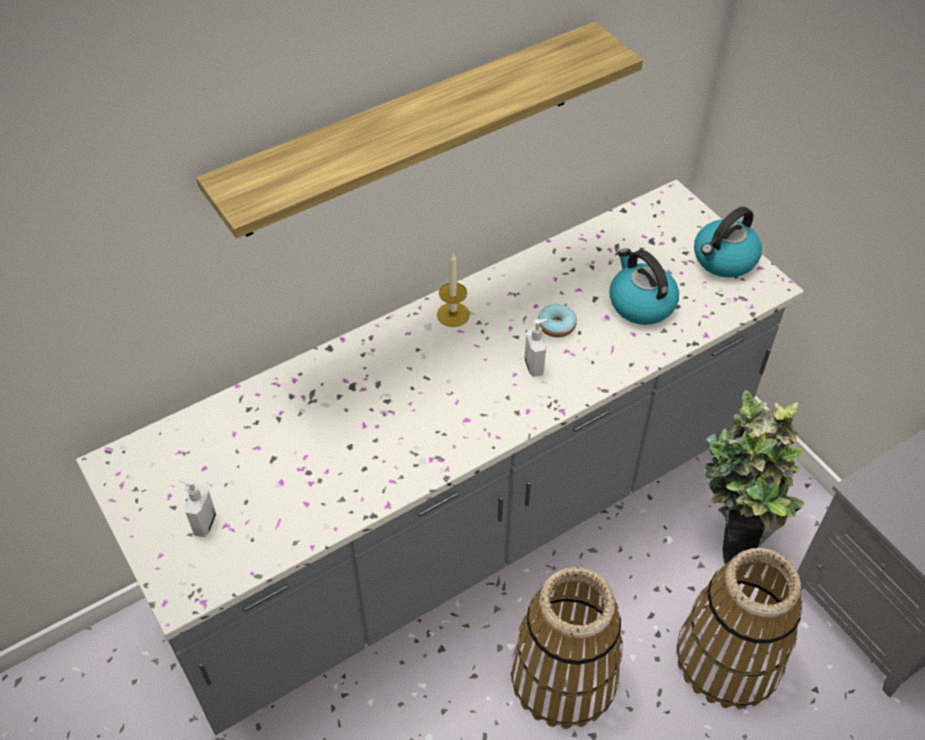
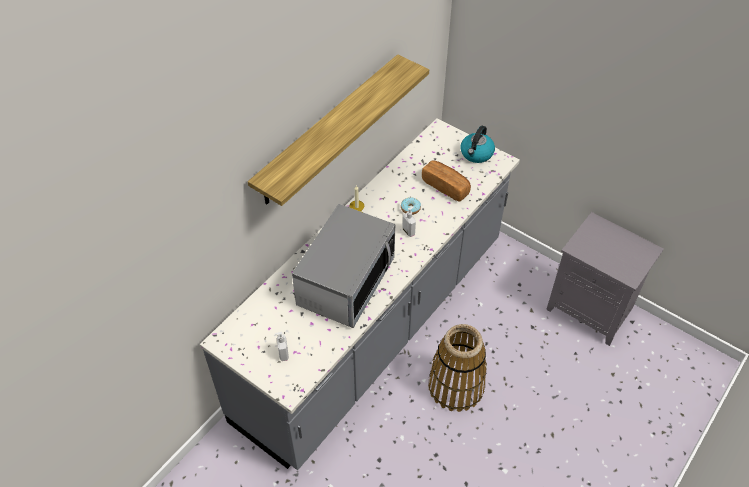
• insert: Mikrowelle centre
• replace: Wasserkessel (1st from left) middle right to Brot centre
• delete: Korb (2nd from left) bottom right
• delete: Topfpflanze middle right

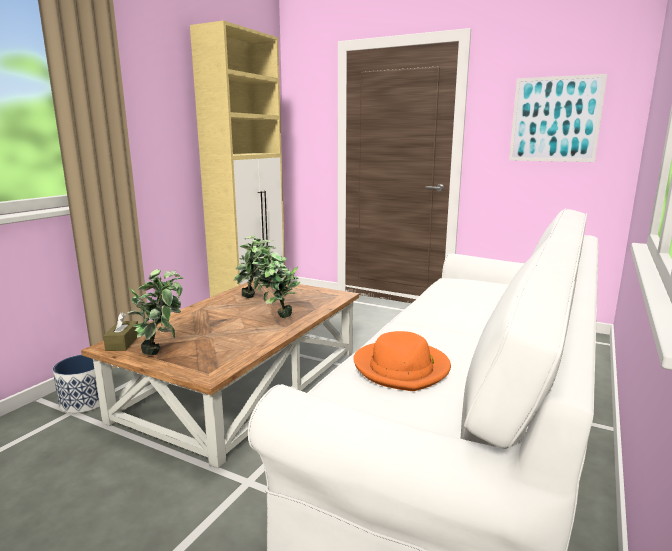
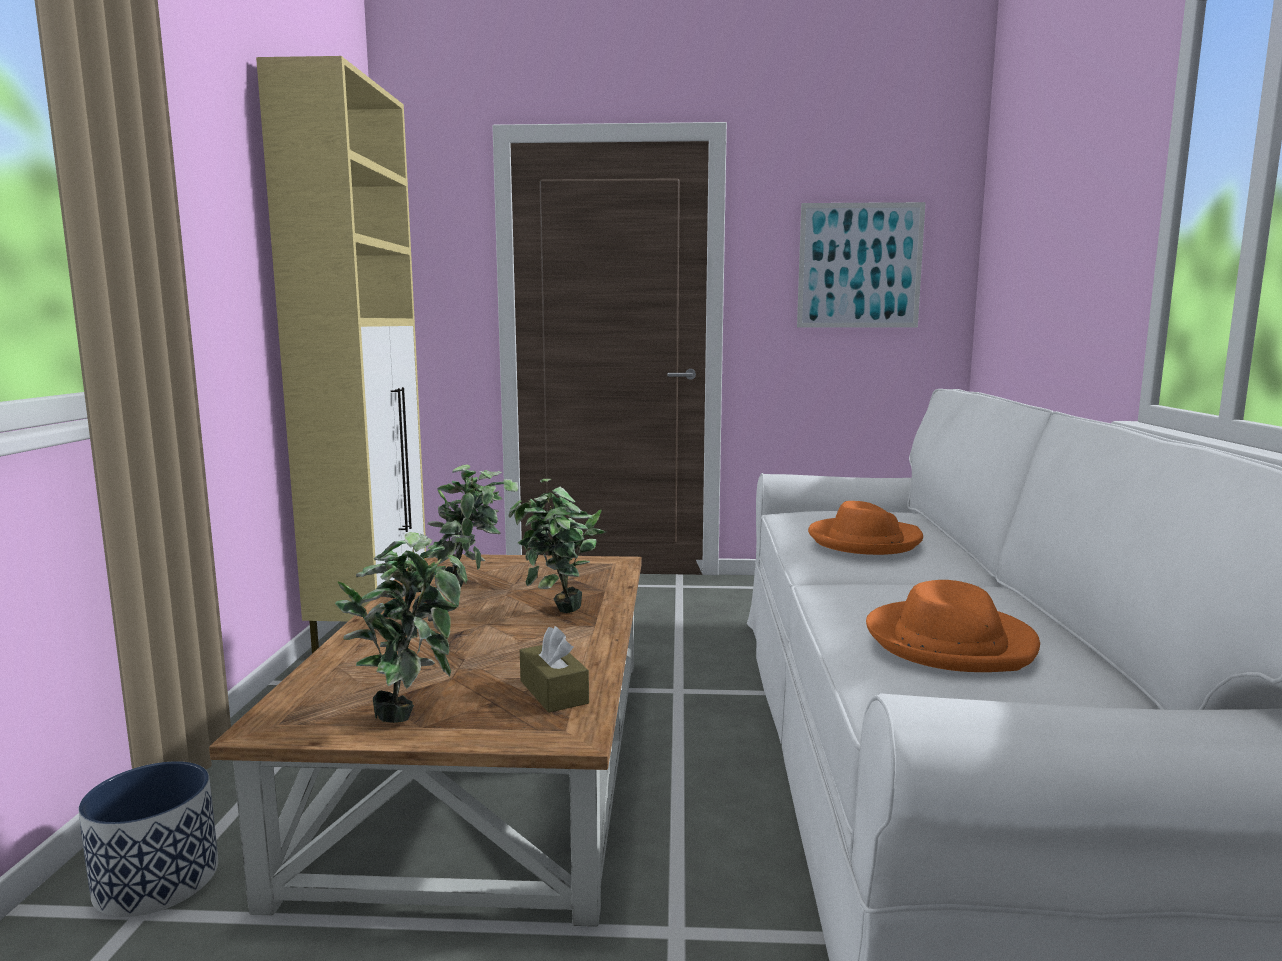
• move: Taschentuchbox/braun middle left to bottom centre
• insert: Hut/orange (1st from left) middle right

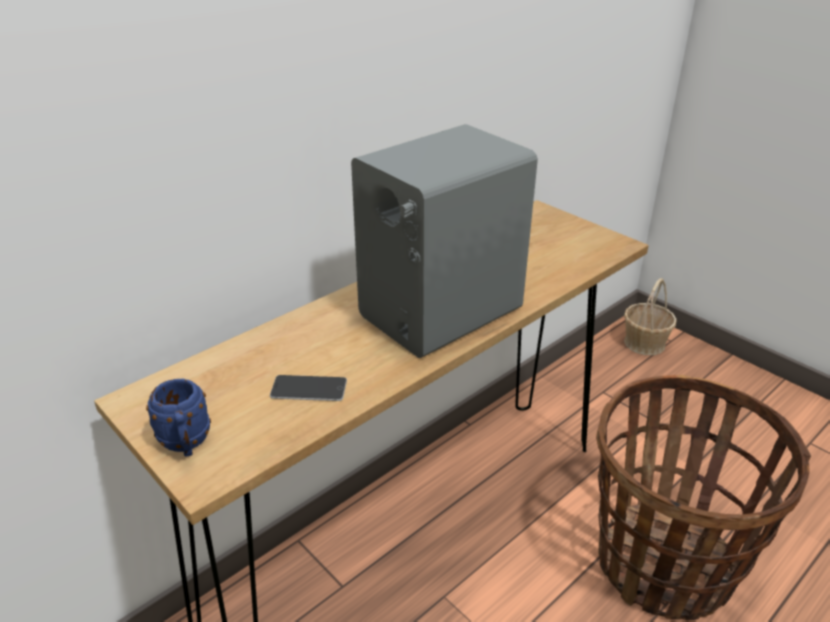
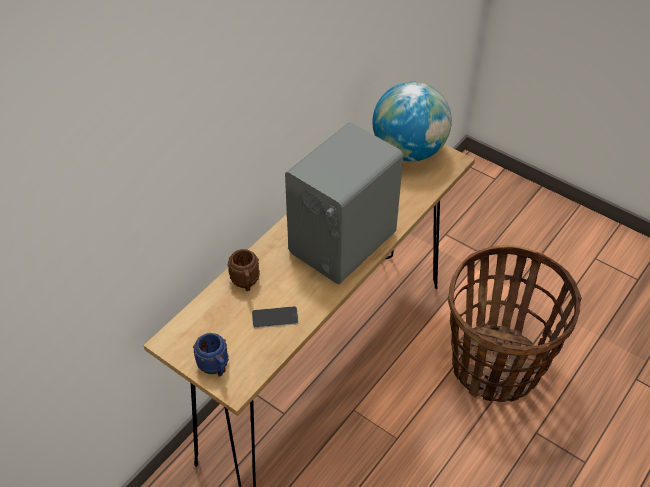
• insert: Henkelbecher/braun centre
• insert: Globus top centre
• delete: Korb (1st from left) middle right

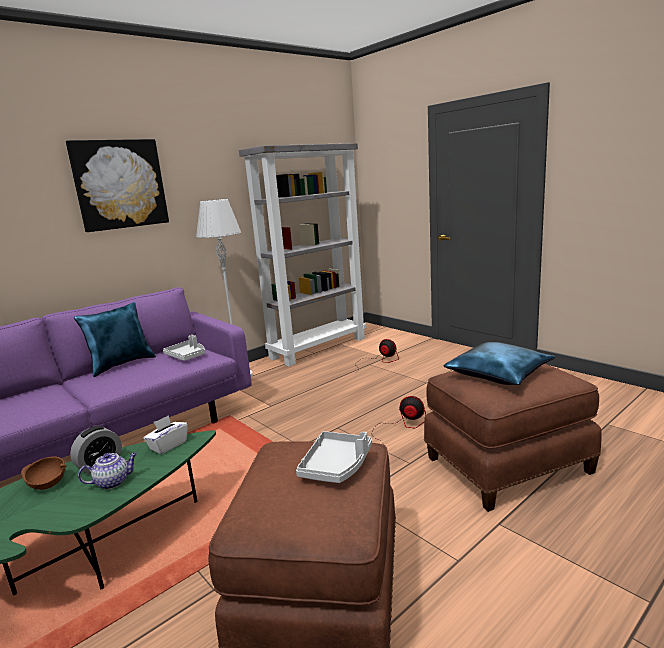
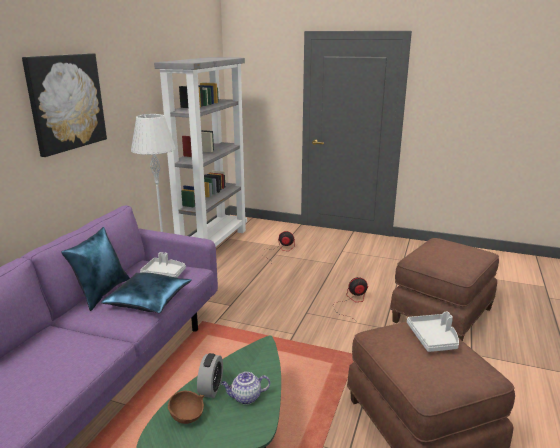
• move: Kissen/blau (2nd from left) middle right to middle left
• rotate: Teekanne bottom left = bottom centre 135 degrees counterclockwise
• delete: Taschentuchbox/weiß bottom left

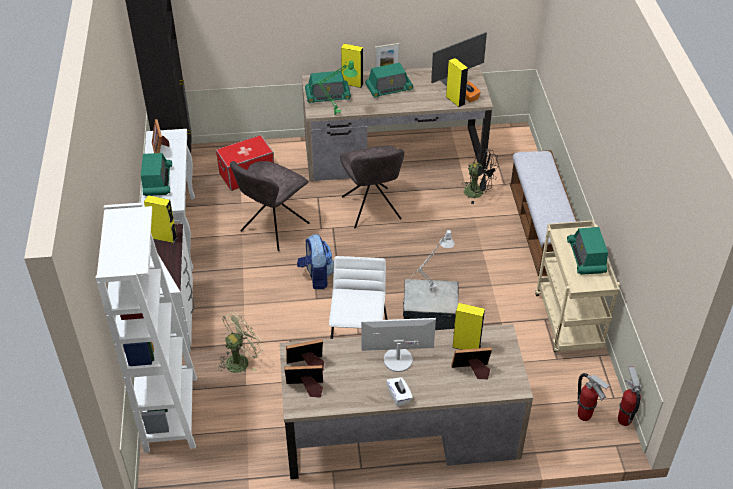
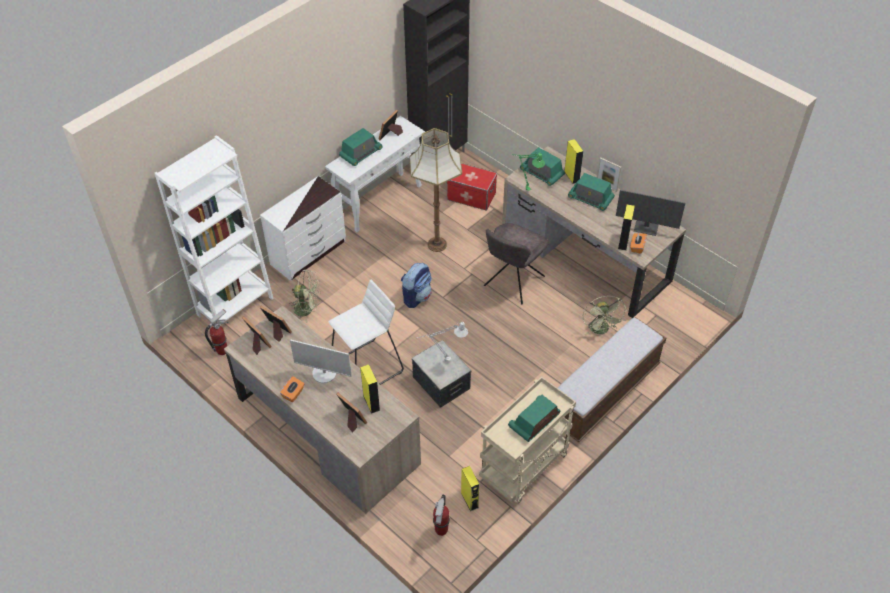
• move: Feuerlöscher (2nd from left in the first image) bottom right to Feuerlöscher (1st from left) middle left
• recolor: Taschentuchbox/weiß bottom centre to Taschentuchbox/orange (1st from left) middle left
• rotate: Monitor (1st from left) bottom centre = centre 150 degrees clockwise
• replace: Stuhl/grau (1st from left) centre to Stehlampe top centre
• move: Lautsprecher/gelb (1st from left in the first image) middle left to Lautsprecher/gelb (2nd from left) bottom centre
• recolor: Ventilator/schwarz centre to Ventilator/grün (2nd from left) middle right

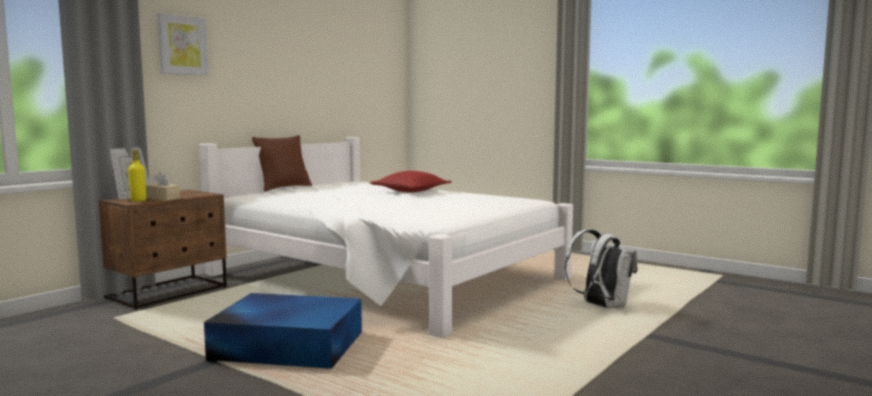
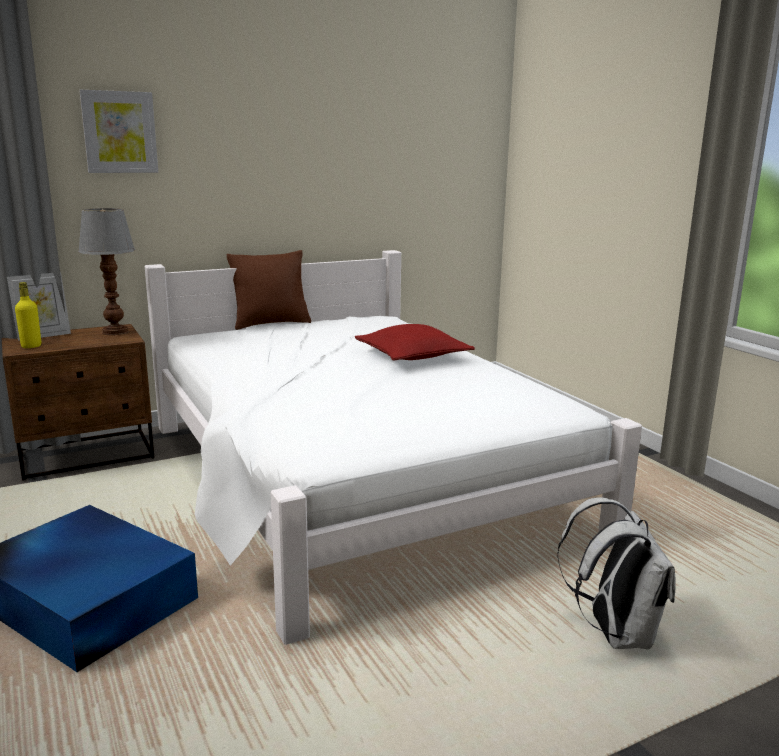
• insert: Tischlampe middle left
• delete: Taschentuchbox/beige middle left

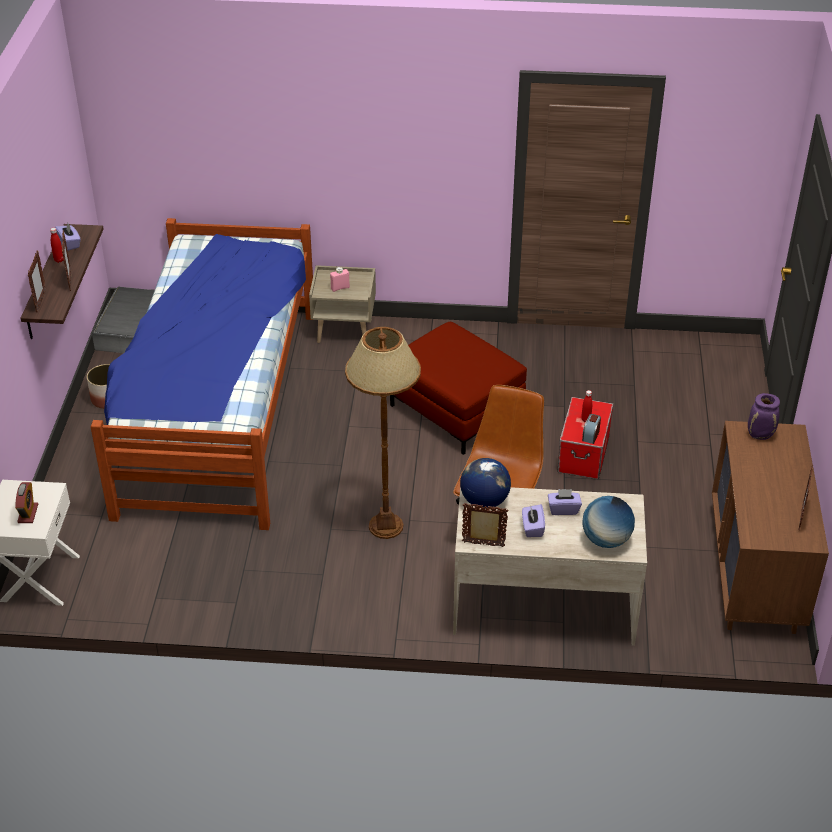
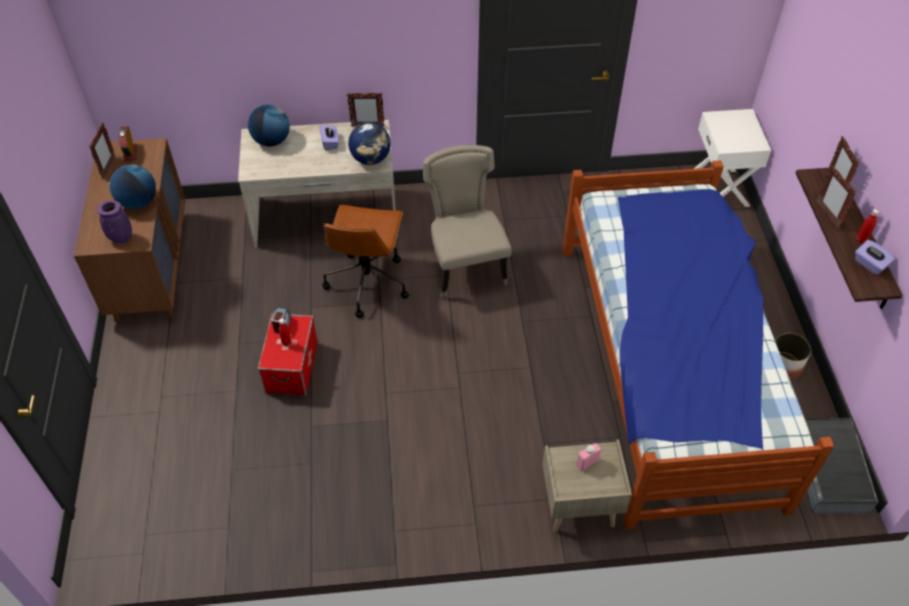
• insert: Globus (1st from left) top left
• move: Wecker (1st from left) middle left to top left
• replace: Stehlampe/braun centre to Stuhl/beige centre
• delete: Polsterhocker/rot centre
• delete: Taschentuchbox/lila (3rd from left) middle right

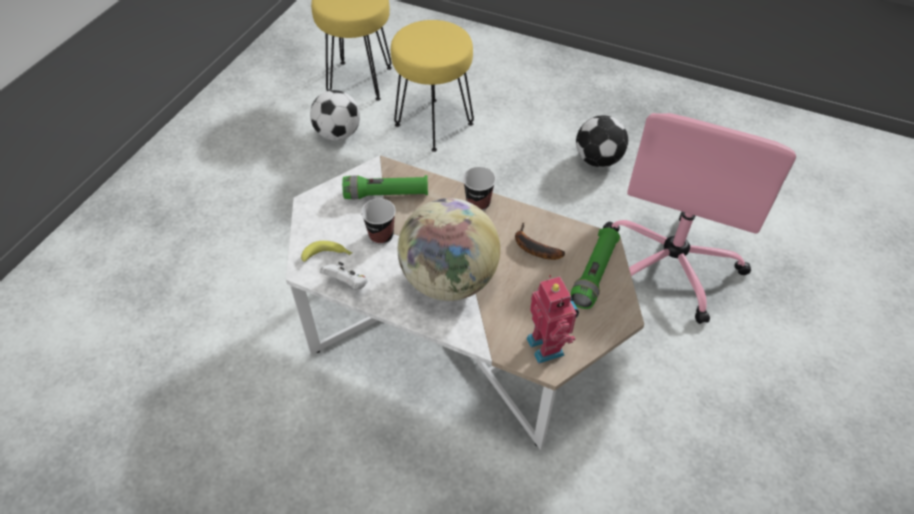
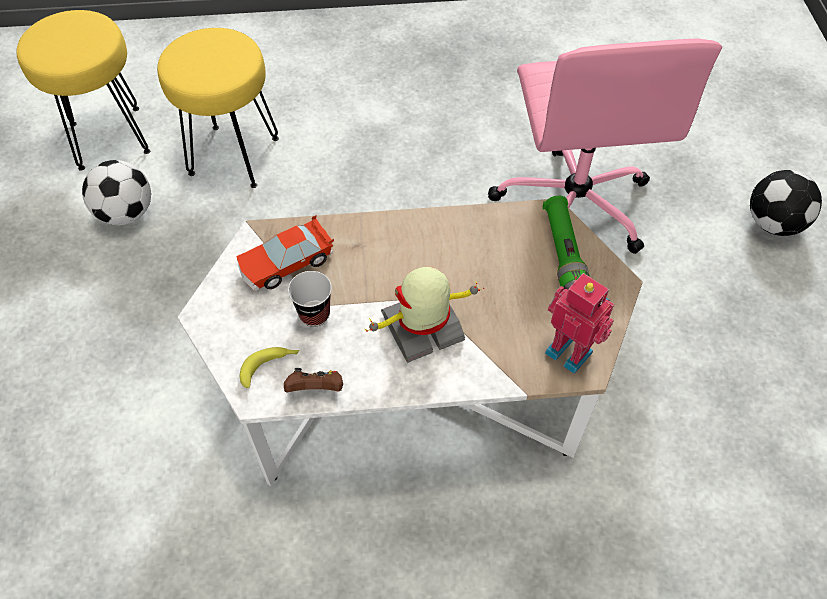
• replace: Taschenlampe/grün (1st from left) centre to Spielzeugauto centre
• recolor: Gamepad/weiß centre to Gamepad/braun centre
• replace: Globus centre to Spielzeugroboter (1st from left) centre
• move: Fußball (2nd from left) top centre to middle right
• delete: Tasse (2nd from left) centre
• delete: Banane (2nd from left) centre

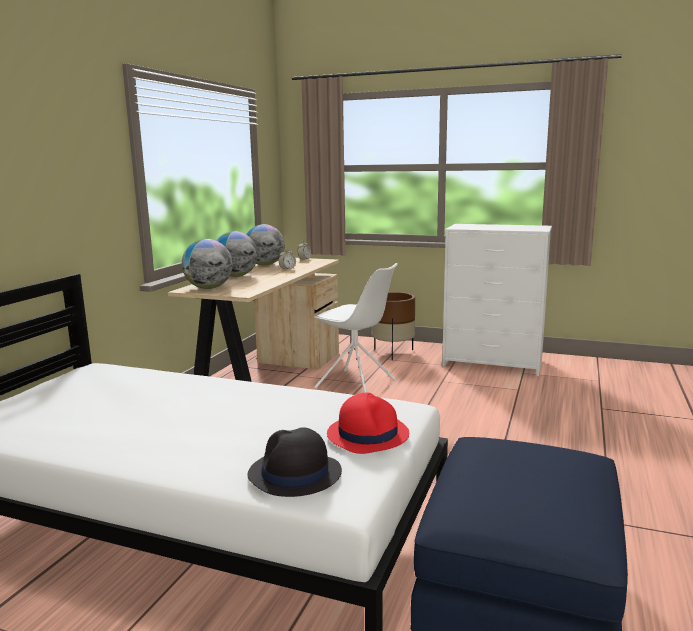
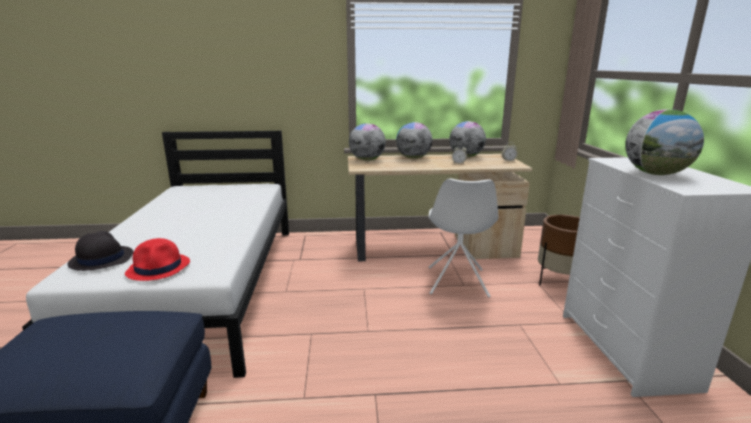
• insert: Globus (4th from left) middle right

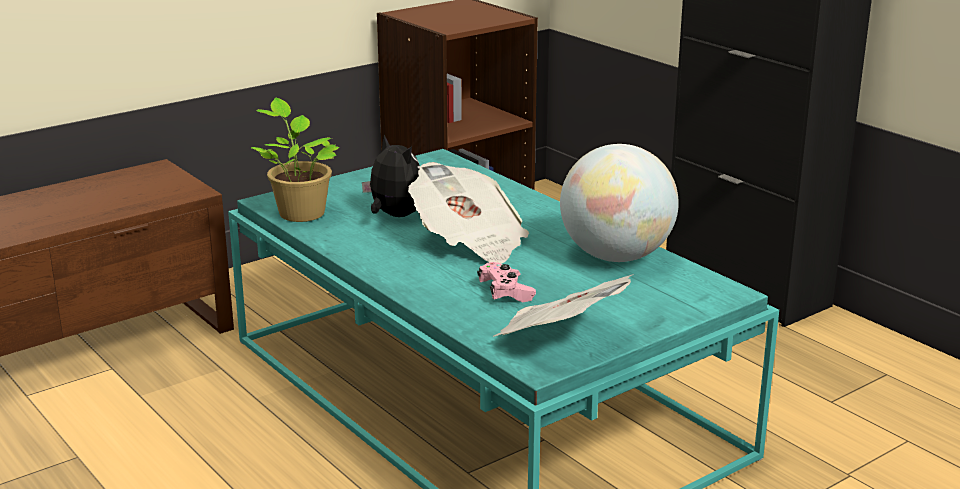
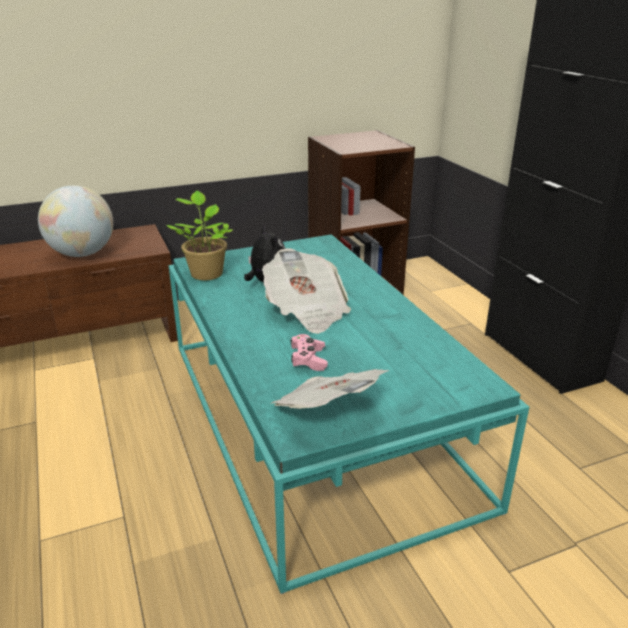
• move: Globus centre to middle left

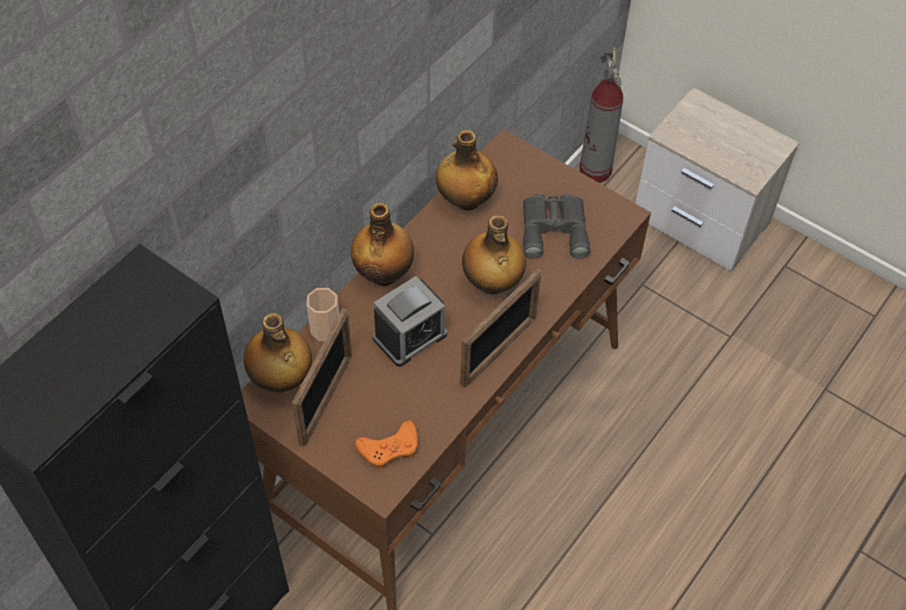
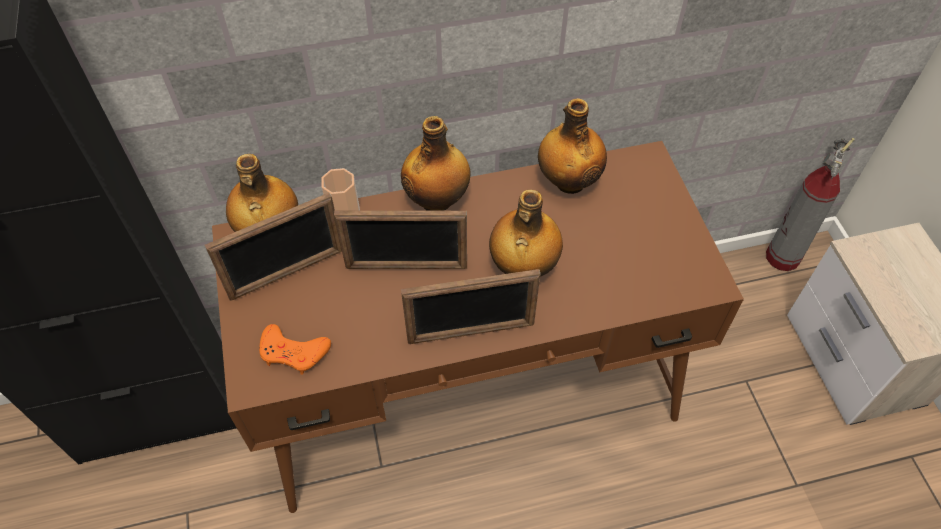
• replace: Wecker centre to Bilderrahmen (2nd from left) centre
• delete: Fernglas/grau centre

